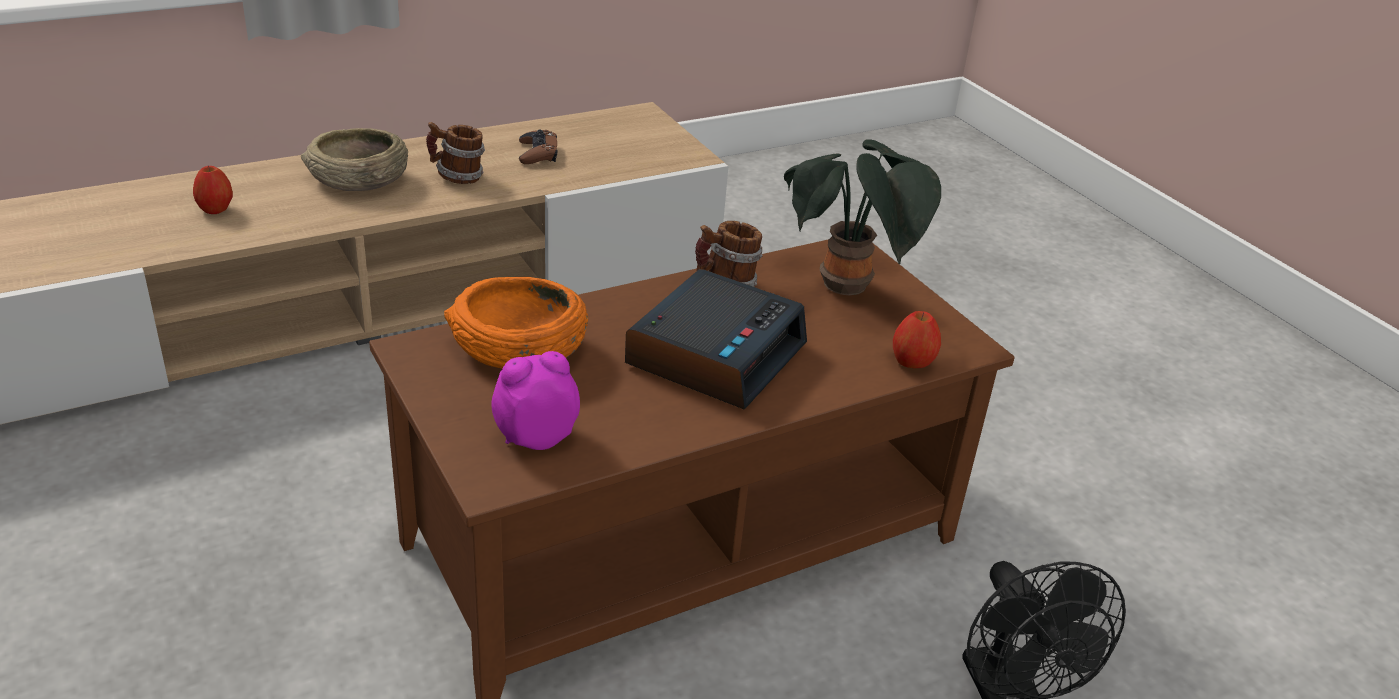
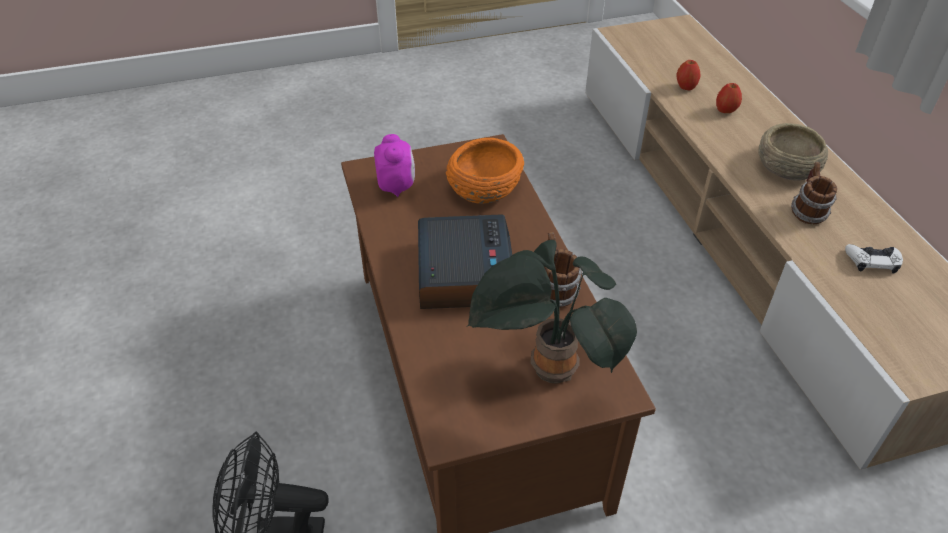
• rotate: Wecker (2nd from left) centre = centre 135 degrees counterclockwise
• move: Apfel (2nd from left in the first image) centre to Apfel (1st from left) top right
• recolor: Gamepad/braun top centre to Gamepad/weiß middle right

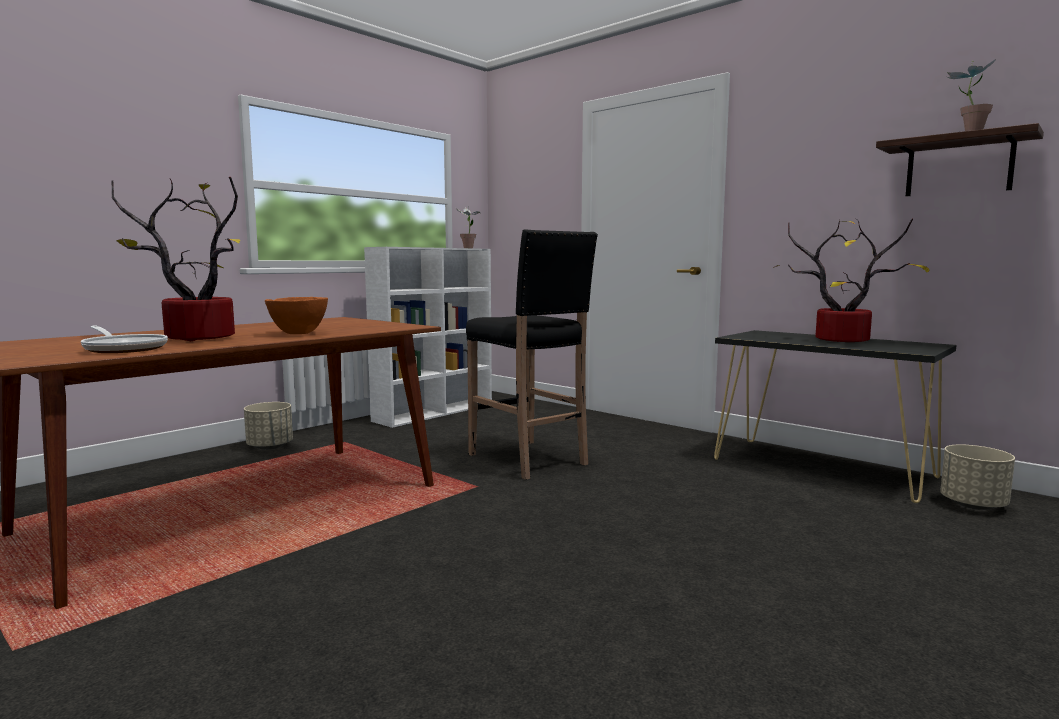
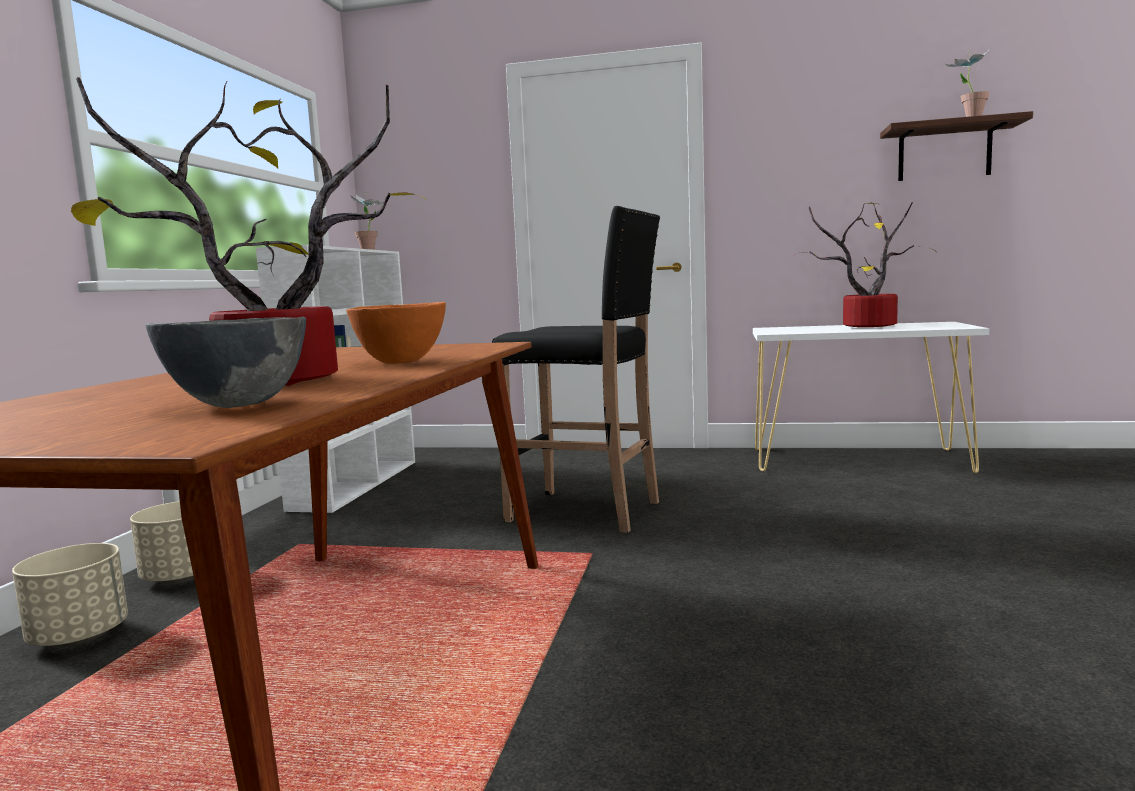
• move: Pflanzkübel/beige (2nd from left in the first image) middle right to Pflanzkübel/beige (1st from left) bottom left
• replace: Pfanne middle left to Schüssel/grau middle left
• recolor: Konsolentisch/schwarz middle right to Konsolentisch/weiß middle right

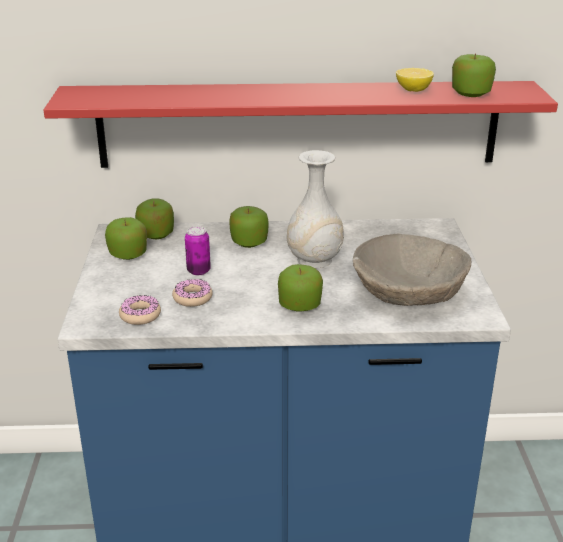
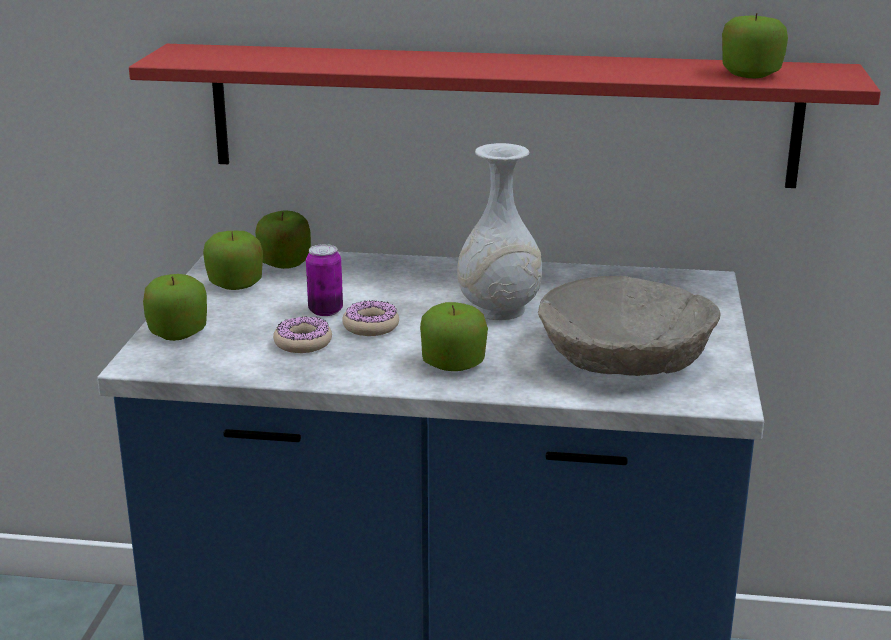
• move: Apfel (3rd from left in the first image) centre to Apfel (1st from left) middle left
• move: Donut (1st from left in the first image) middle left to Donut (2nd from left) centre
• delete: Zitrone top right

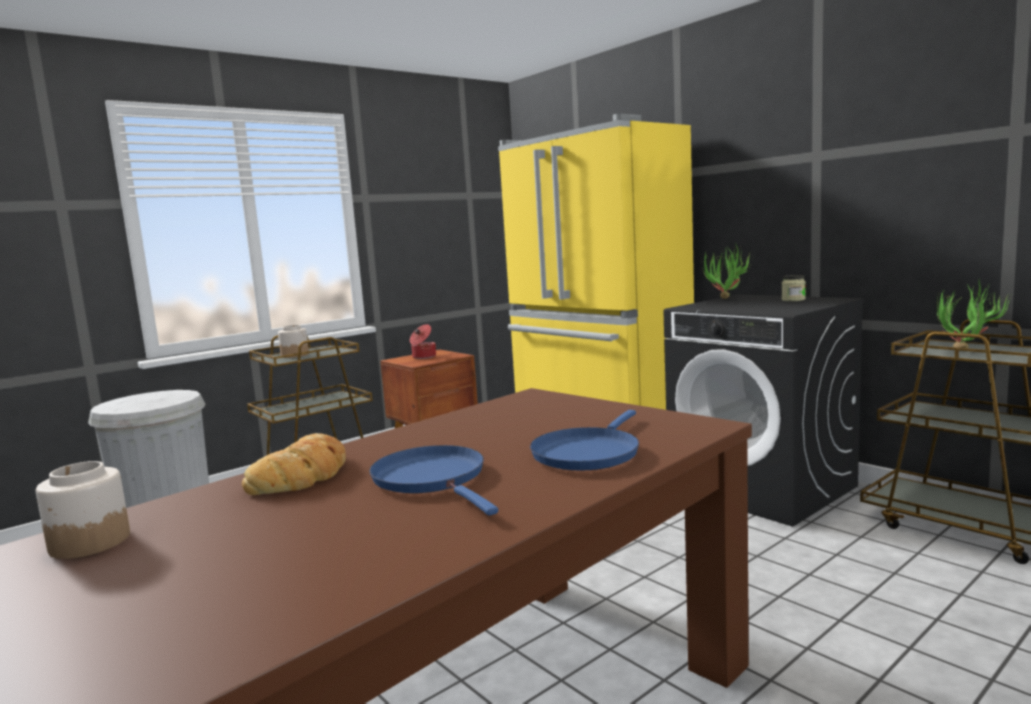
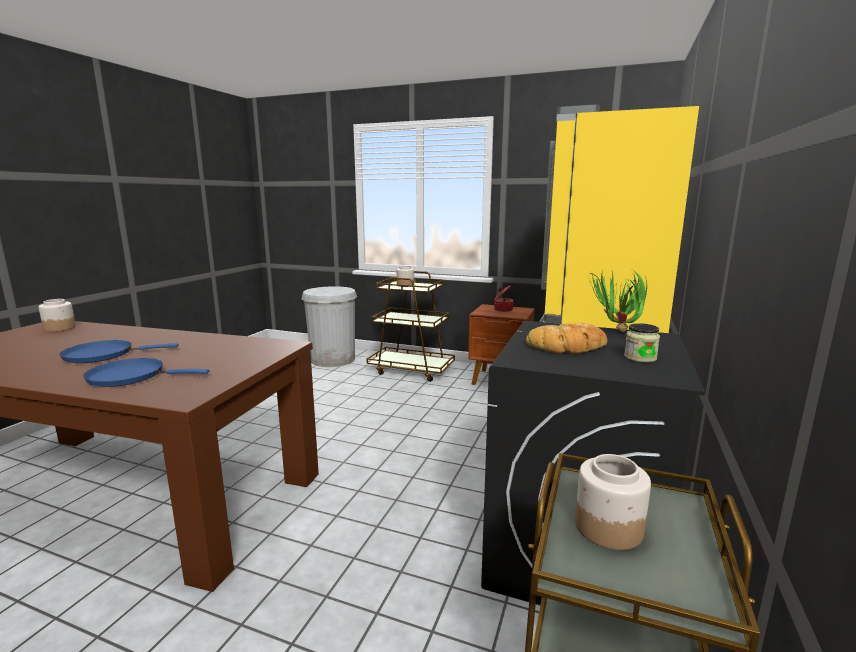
• rotate: Pfanne/blau (1st from left) bottom centre = middle left 135 degrees counterclockwise
• move: Brot middle left to centre
• replace: Topfpflanze (2nd from left) middle right to Vorratsglas (3rd from left) bottom right

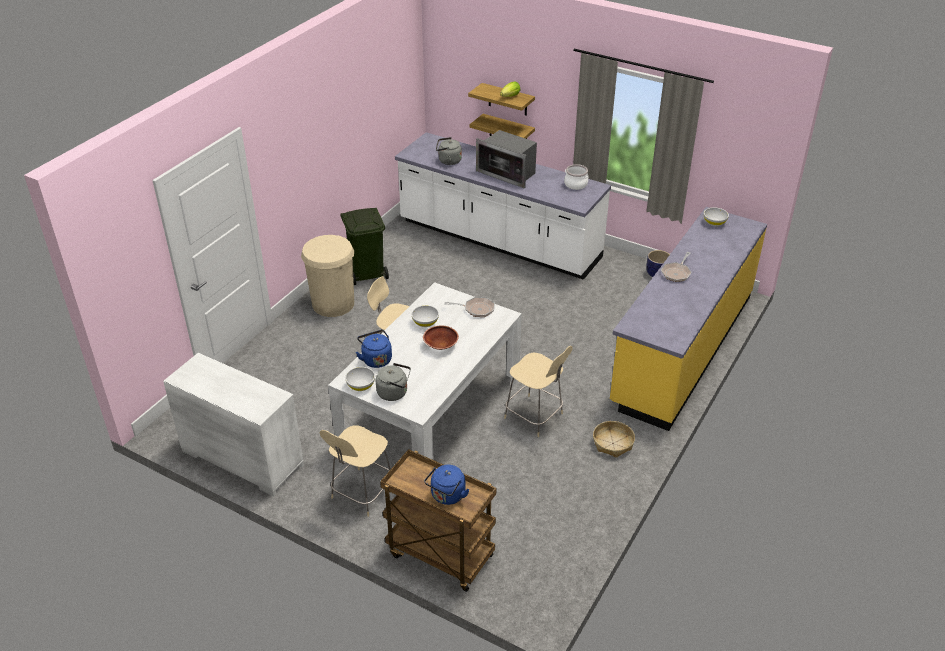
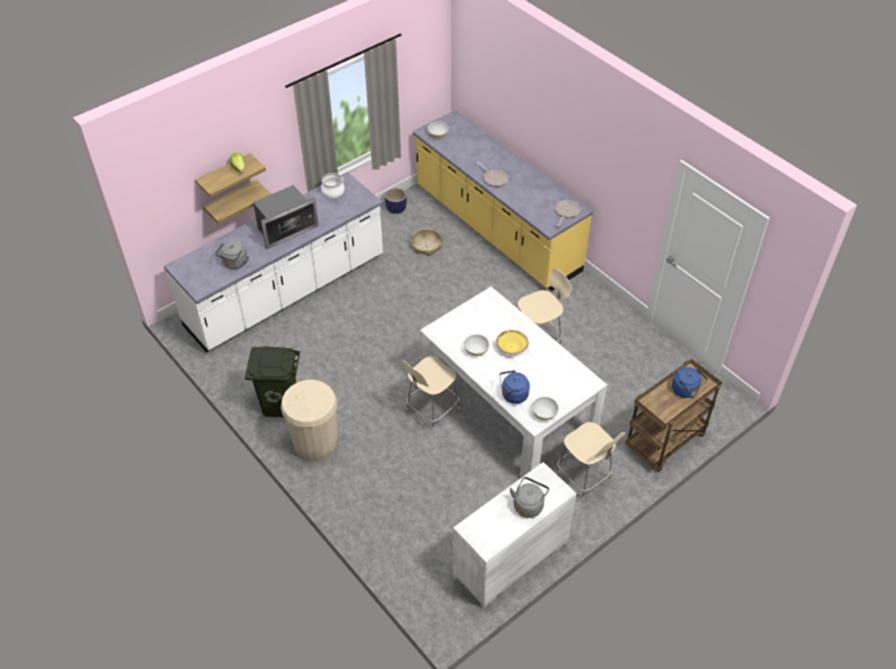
• move: Korb bottom centre to centre
• recolor: Schüssel/braun centre to Schüssel/gelb centre
• move: Wasserkessel/grau (1st from left in the first image) centre to Wasserkessel/grau (2nd from left) bottom centre
• move: Pfanne (1st from left in the first image) centre to Pfanne (2nd from left) top centre

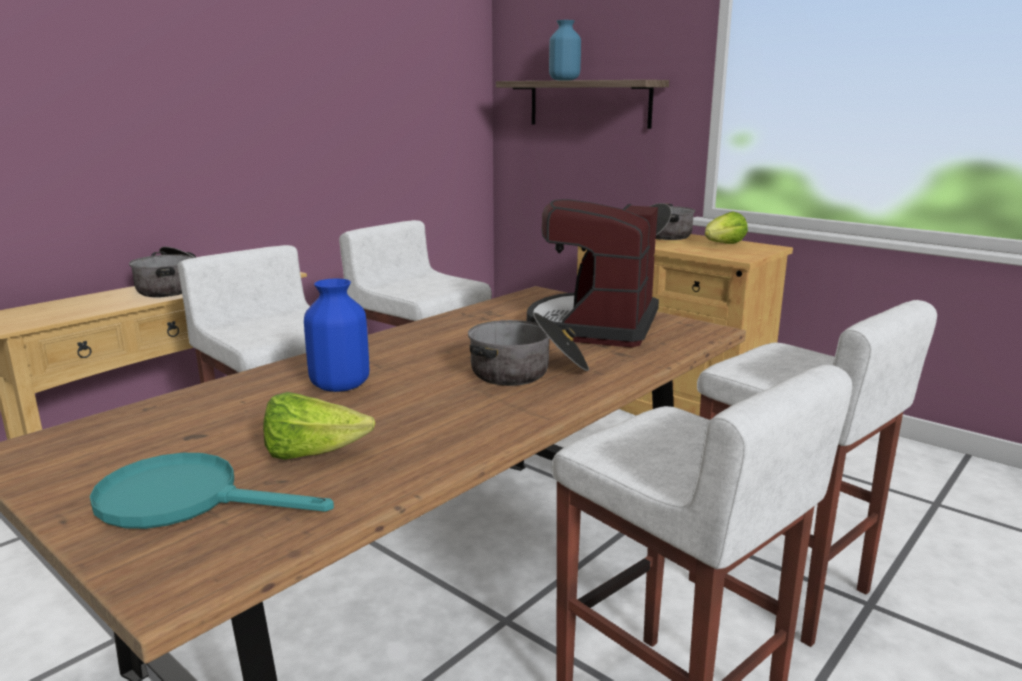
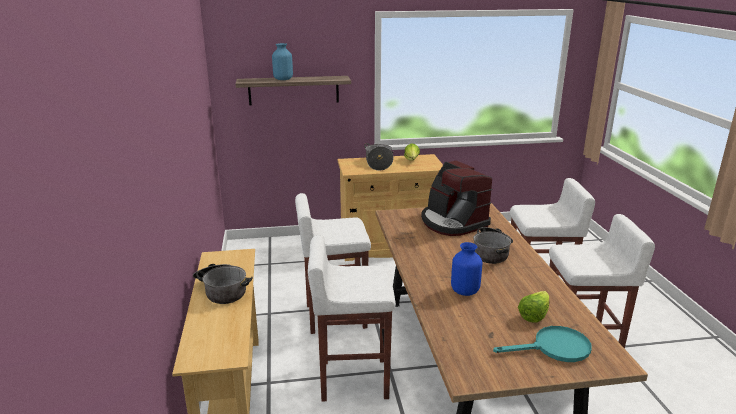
• rotate: Pfanne/türkis bottom left = bottom right 150 degrees counterclockwise

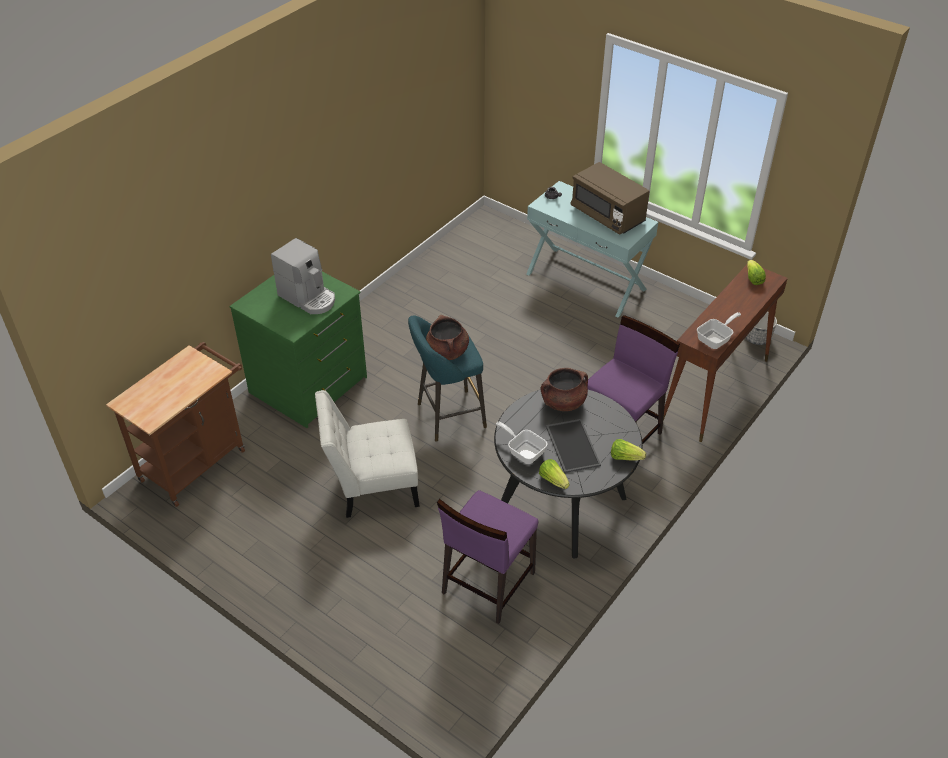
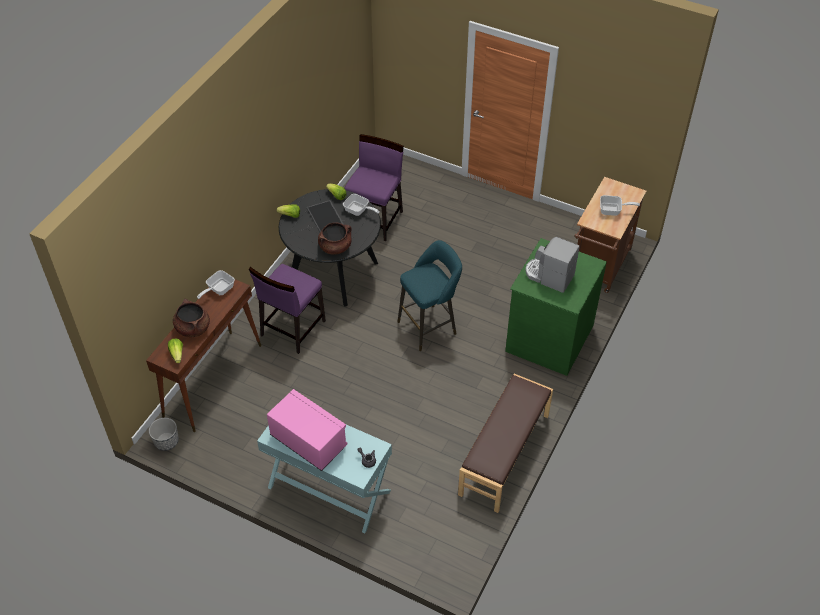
• move: Kochtopf/braun (1st from left) centre to middle left
• recolor: Mikrowelle/braun top centre to Mikrowelle/rosa bottom centre
• insert: Bank/braun bottom centre
• insert: Pfanne (3rd from left) middle right
• delete: Stuhl/weiß centre

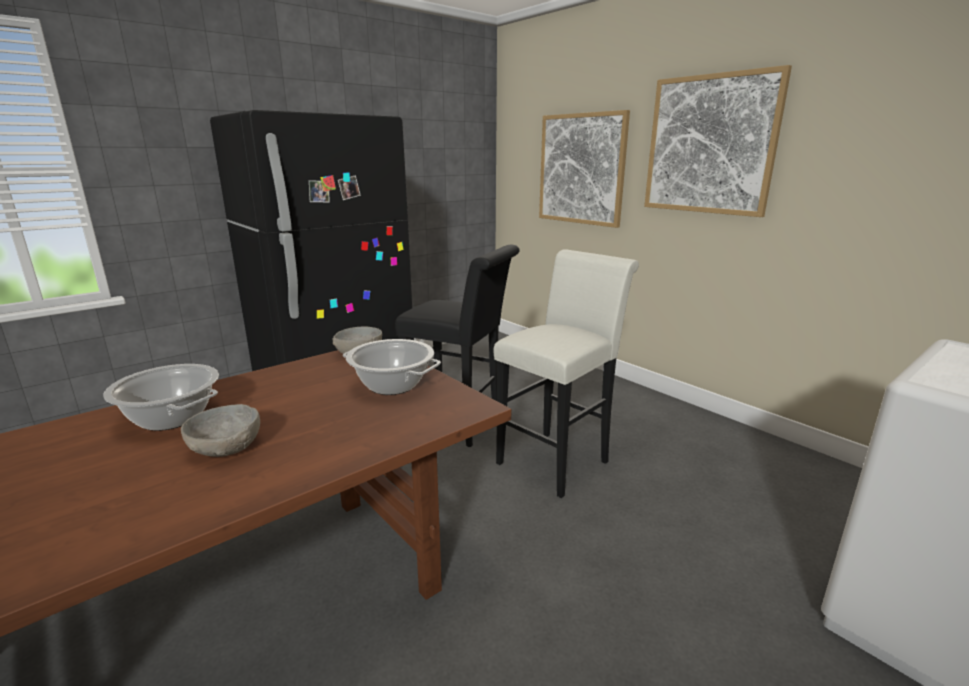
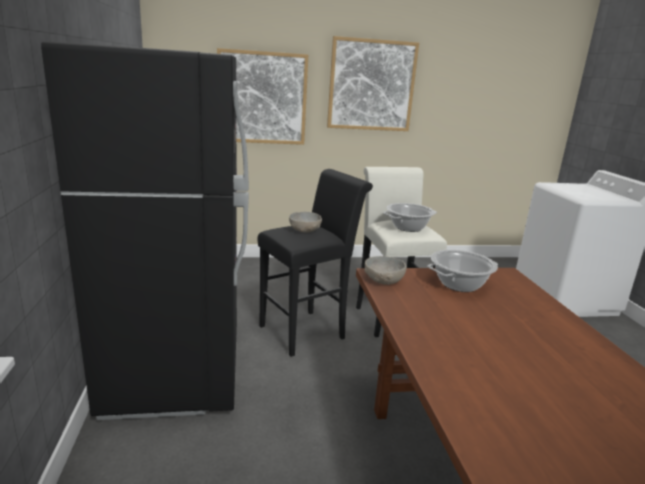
• move: Schüssel/grau (1st from left) middle left to centre
• move: Kochtopf (1st from left) middle left to centre

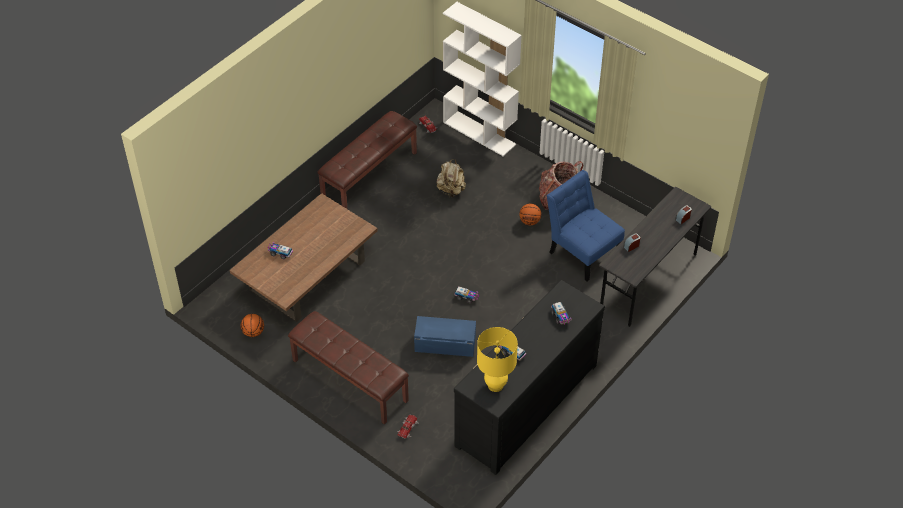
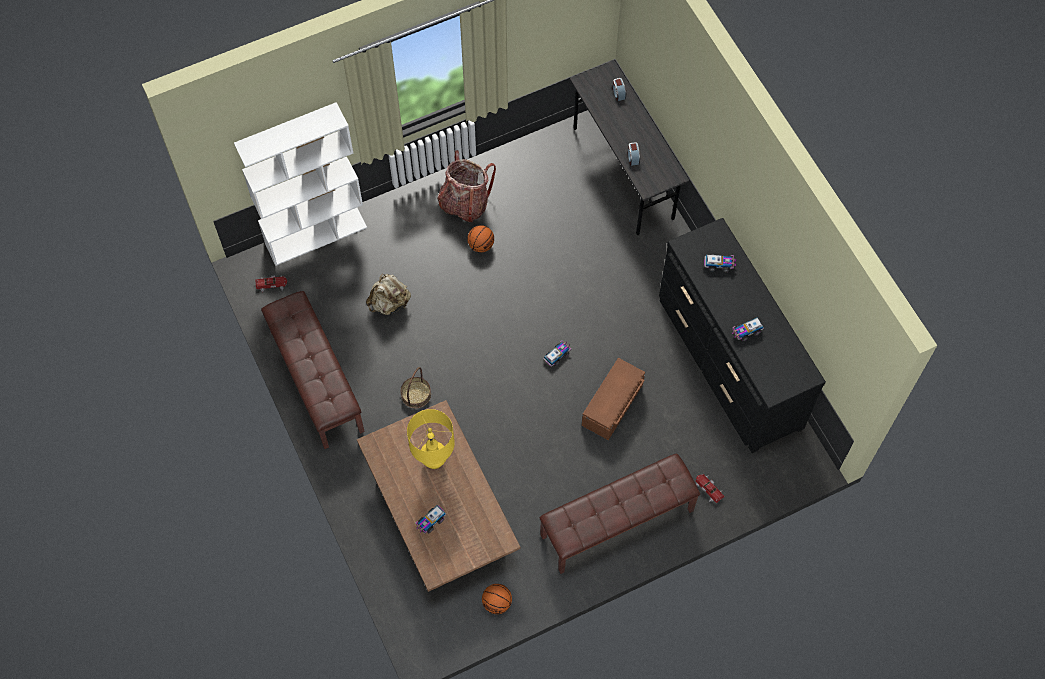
• insert: Korb centre
• move: Tischlampe/gelb bottom centre to centre
• recolor: Aufbewahrungsbox/blau centre to Aufbewahrungsbox/braun centre
• delete: Stuhl/blau centre

